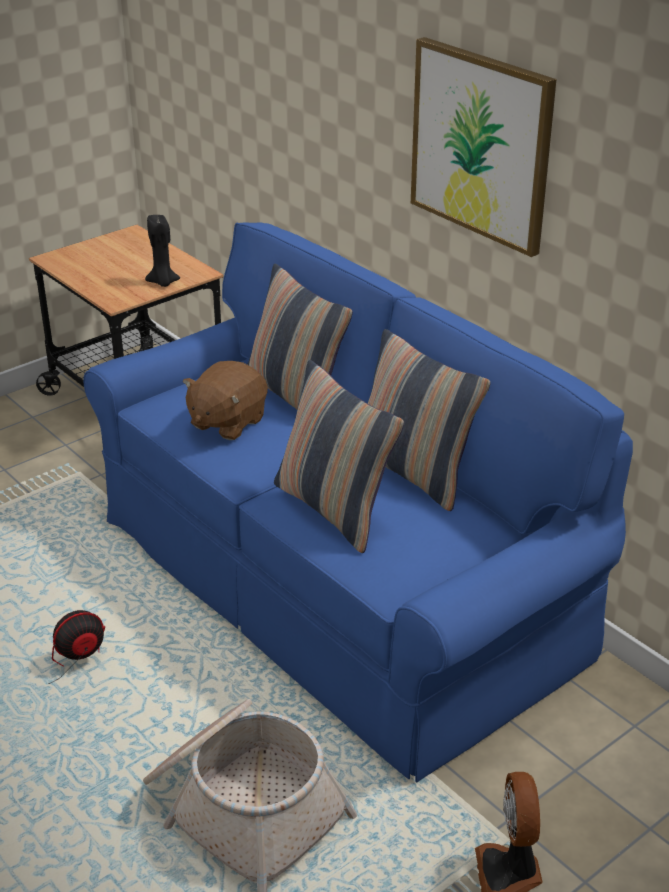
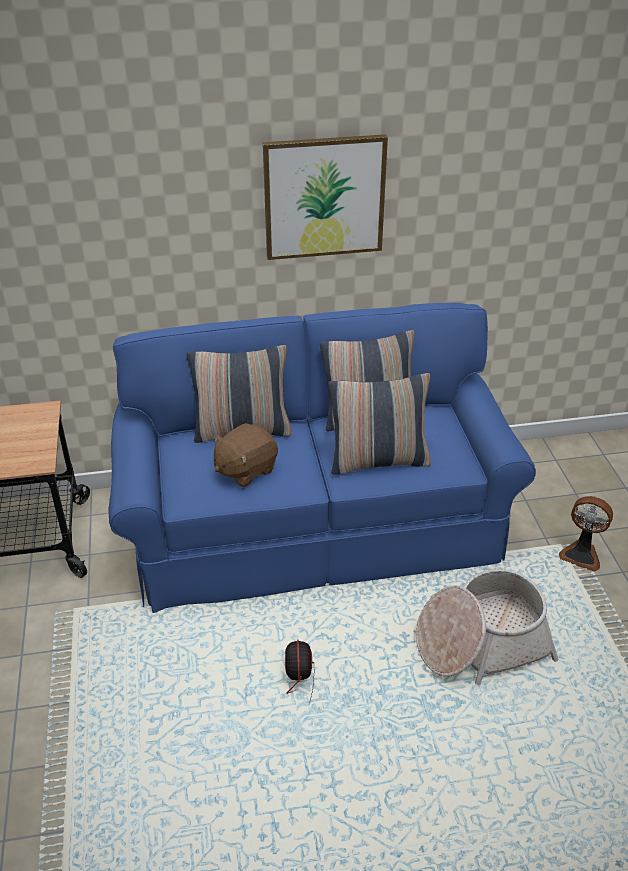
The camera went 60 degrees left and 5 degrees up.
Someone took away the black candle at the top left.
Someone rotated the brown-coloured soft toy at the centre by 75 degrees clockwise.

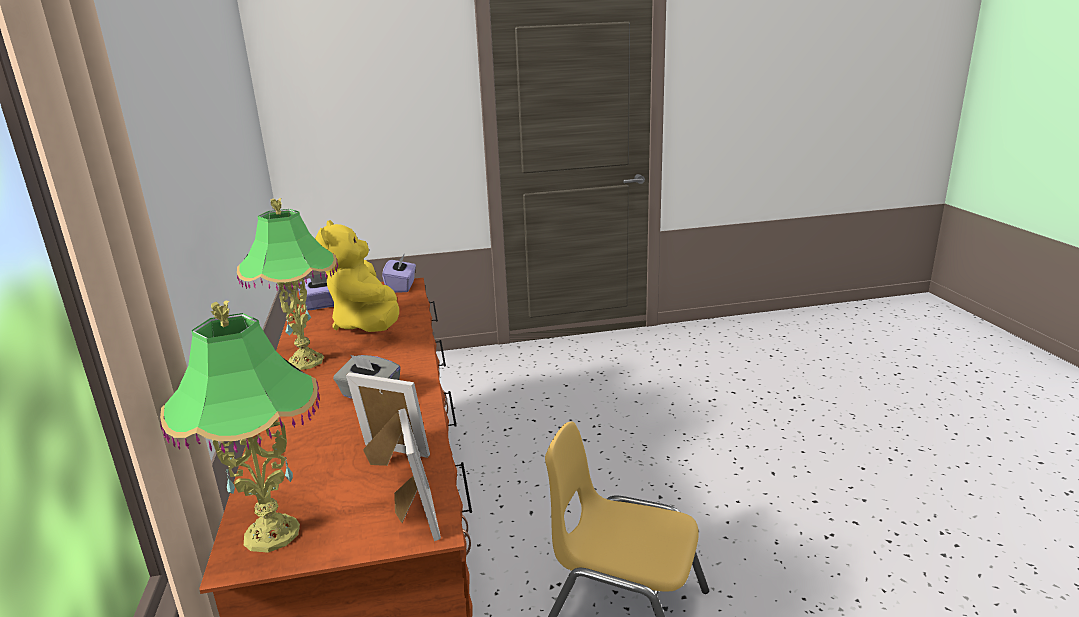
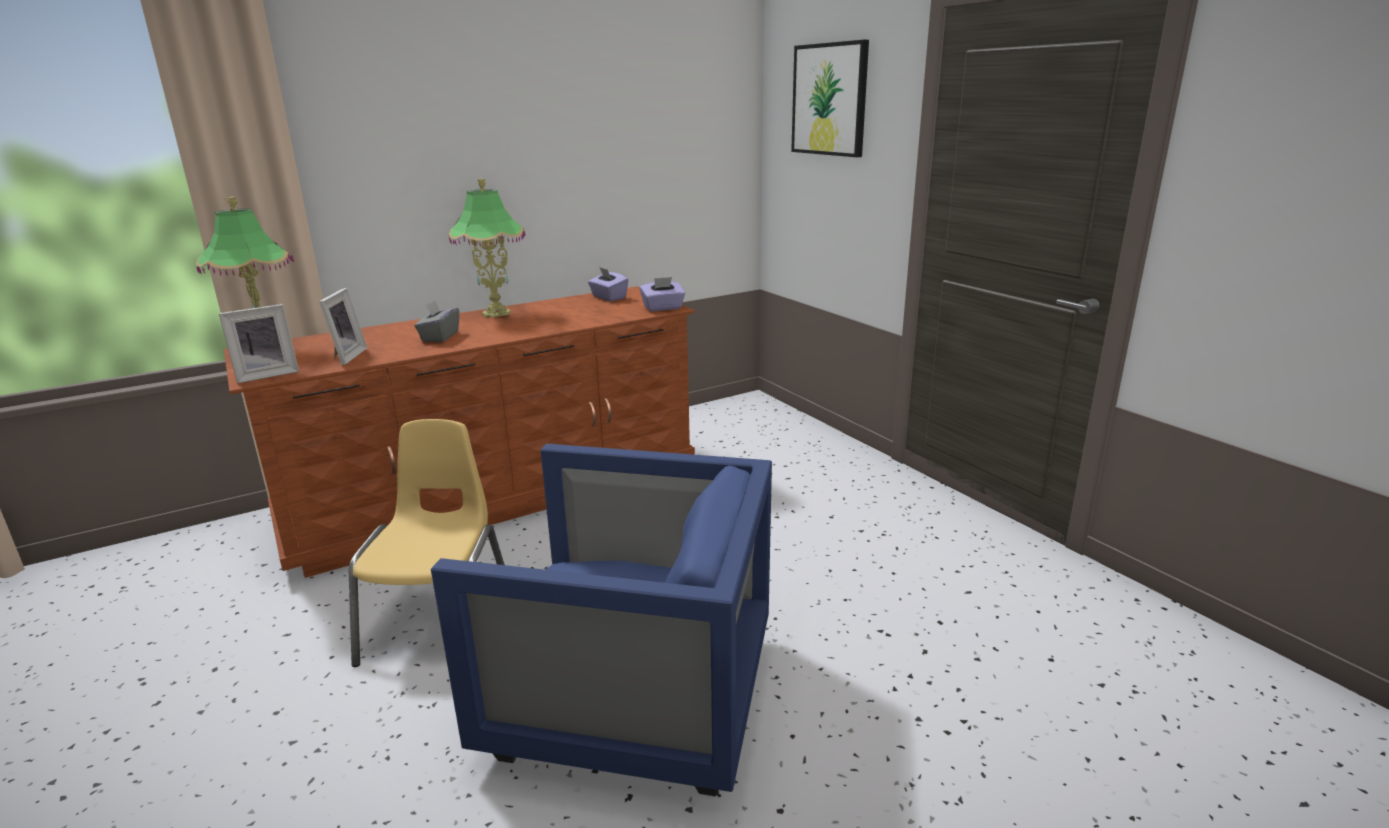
The camera went 70 degrees right and 0 degrees up.
Someone took away the yellowish soft toy at the middle left.
Someone put up the wall picture at the top centre.
Someone put down the bluish easy chair at the bottom centre.

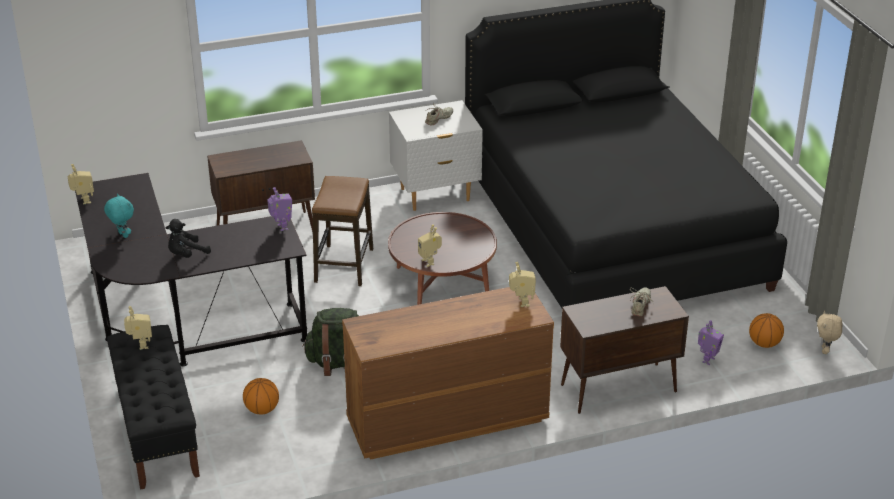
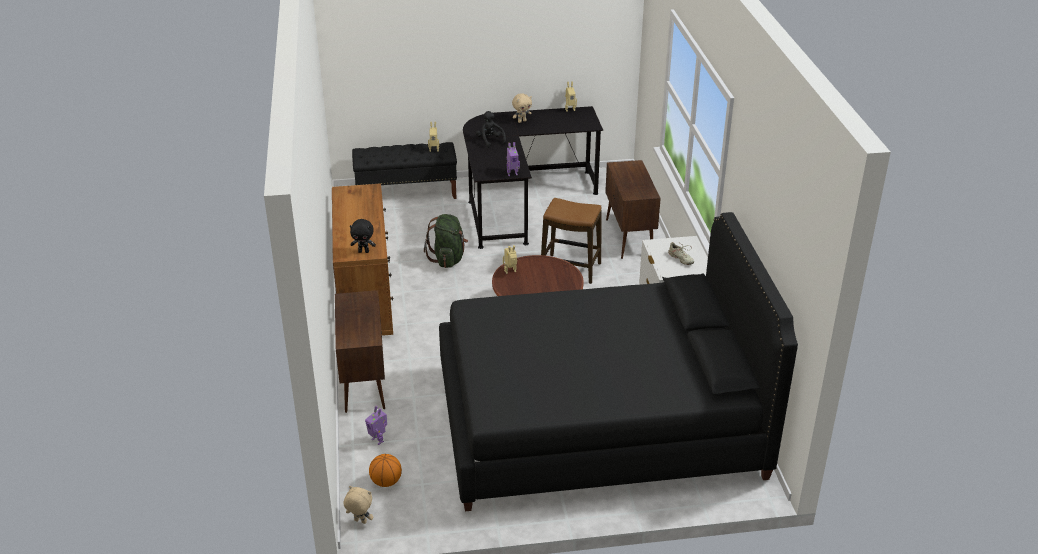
The camera went 100 degrees right and 0 degrees up.
Someone repainted the turquoise-coloured soft toy at the middle left, which became the beige soft toy (no. 2 from left) at the top centre.
Someone swapped the robot figure (no. 5 from left) at the centre for the black soft toy (no. 1 from left) at the centre.
Someone took away the beige item of footwear (no. 2 from left) at the middle right.
Someone took away the ball for basketball (no. 1 from left) at the bottom left.

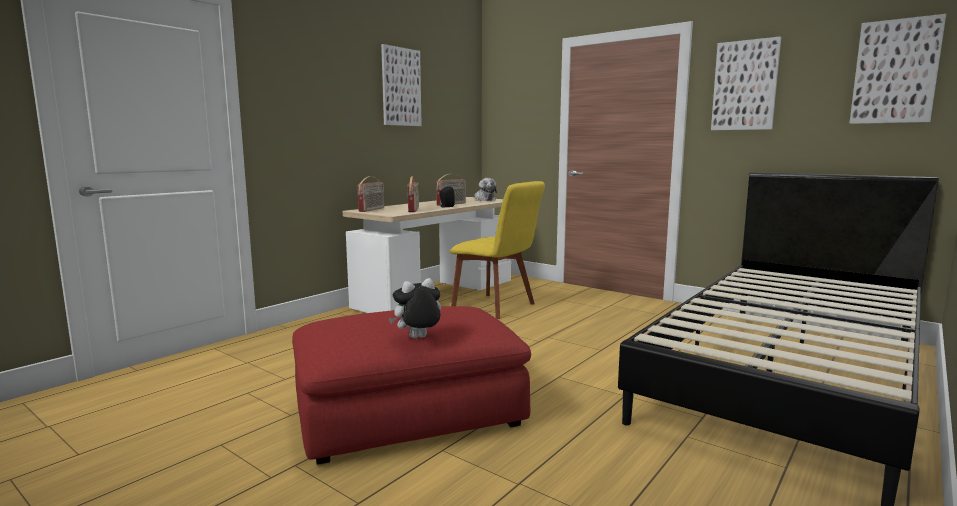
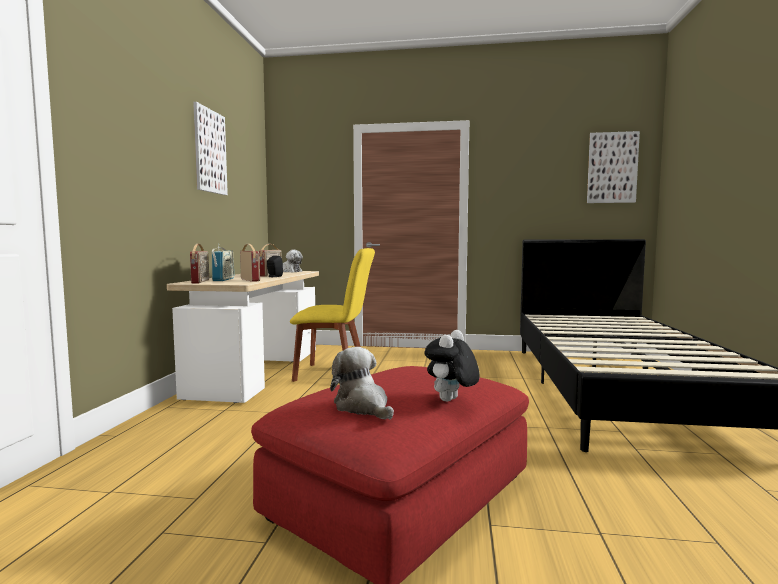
The camera went 30 degrees left and 5 degrees down.
Someone took away the wall picture (no. 2 from left) at the top right.
Someone put down the radio receiver (no. 2 from left) at the middle left.
Someone put down the soft toy (no. 2 from left) at the centre.

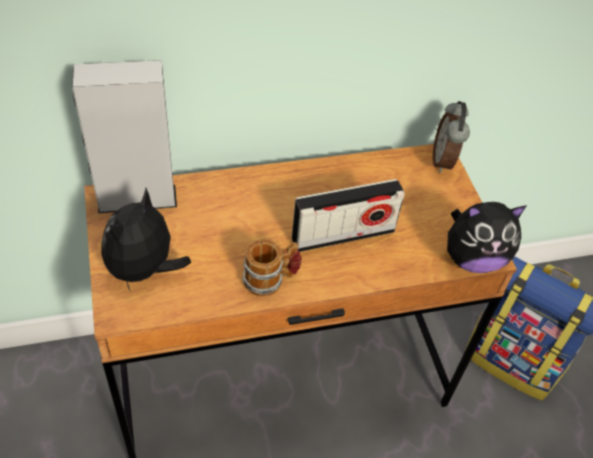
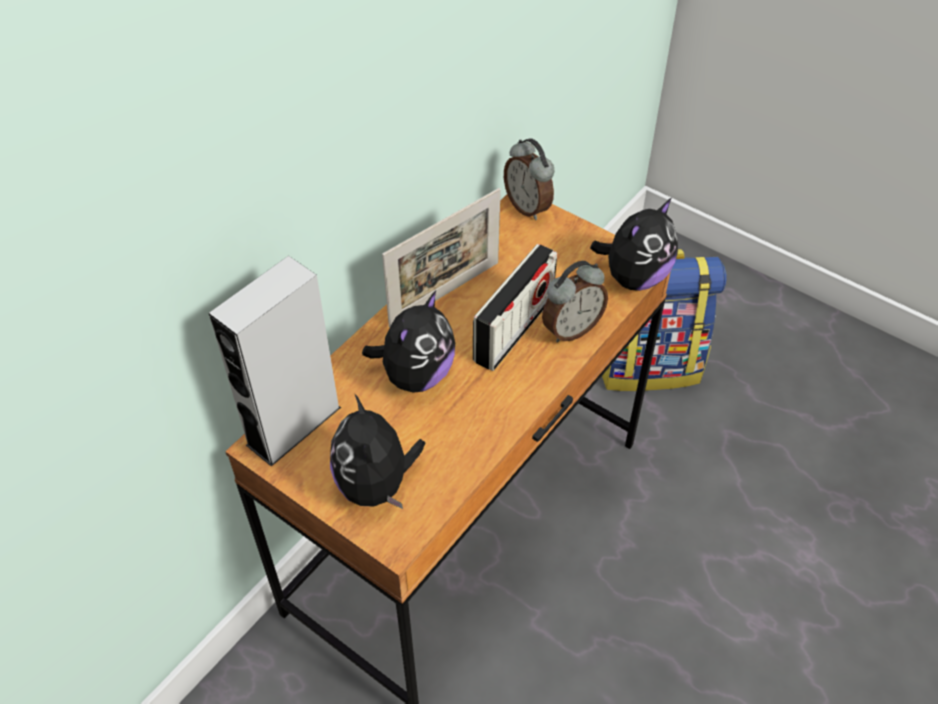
The camera went 35 degrees left and 0 degrees up.
Someone took away the mug at the centre.
Someone put down the photo frame at the centre.
Someone put down the table clock (no. 2 from left) at the centre.
Someone put down the soft toy (no. 2 from left) at the centre.

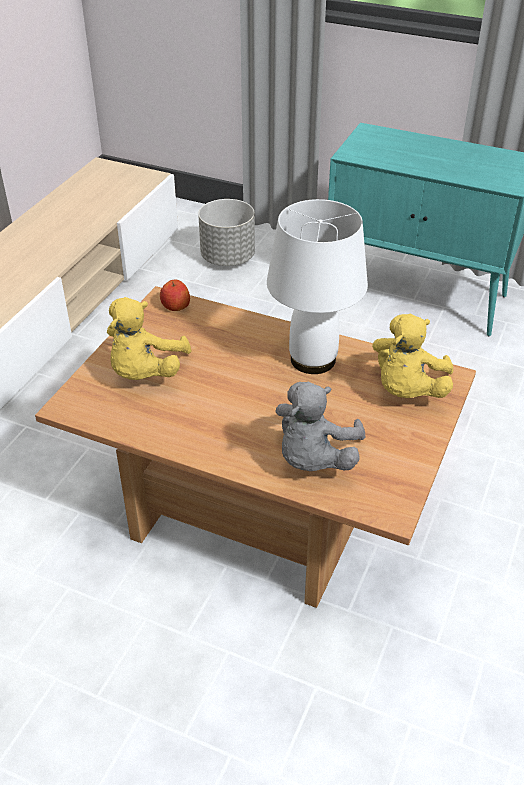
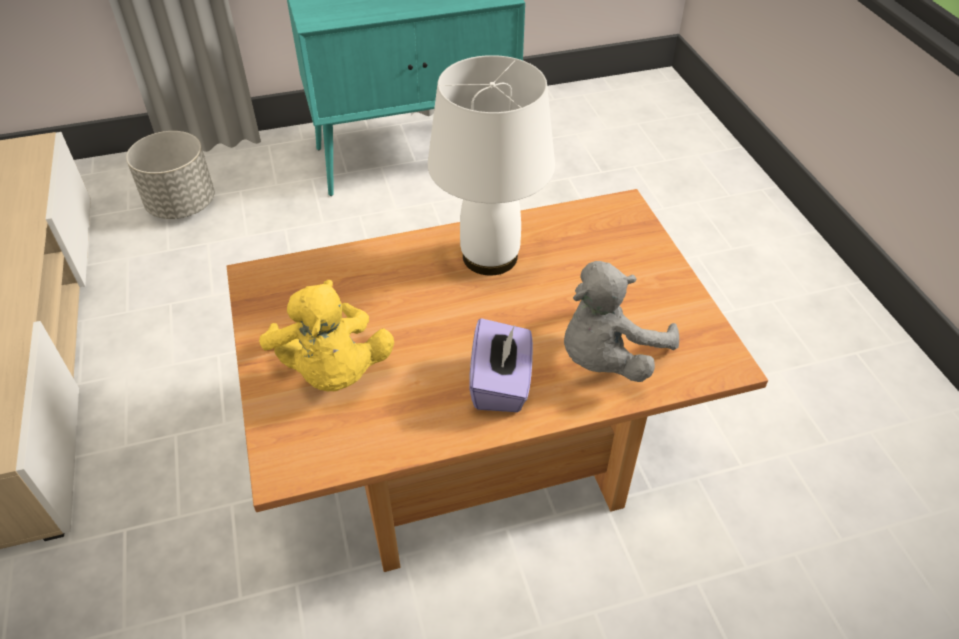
The camera went 40 degrees left and 5 degrees up.
Someone took away the whole apple at the centre.
Someone took away the yellowish soft toy (no. 2 from left) at the middle right.
Someone rotated the greyish soft toy at the centre by 60 degrees clockwise.
Someone put down the purple-coloured tissue box at the centre.

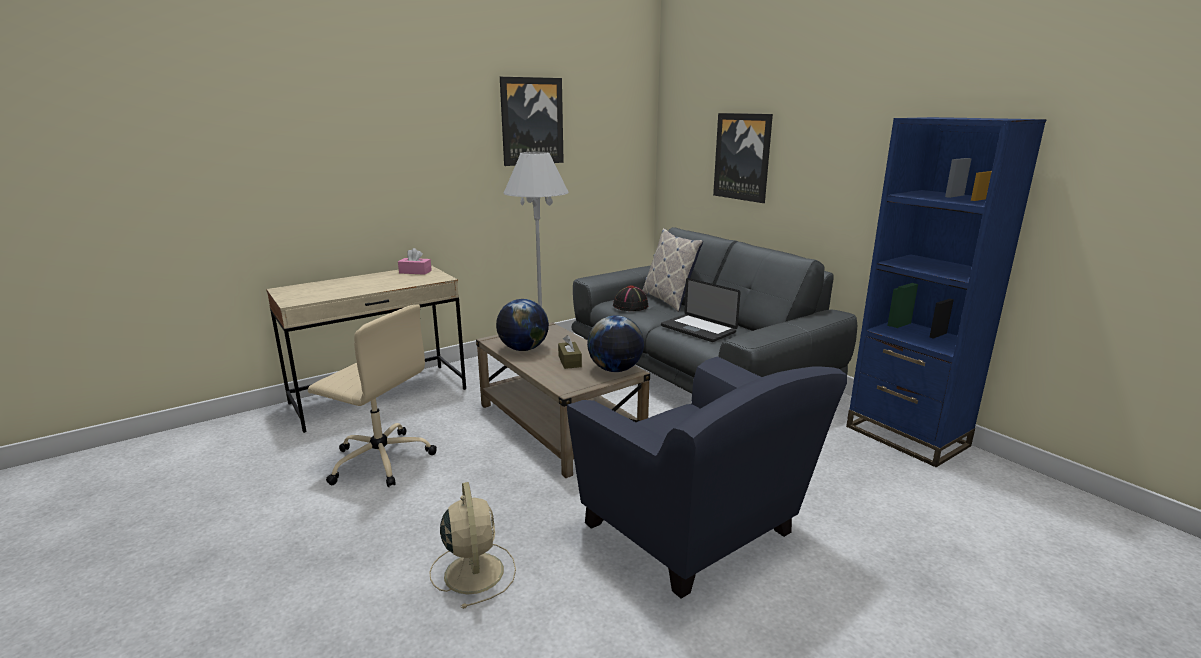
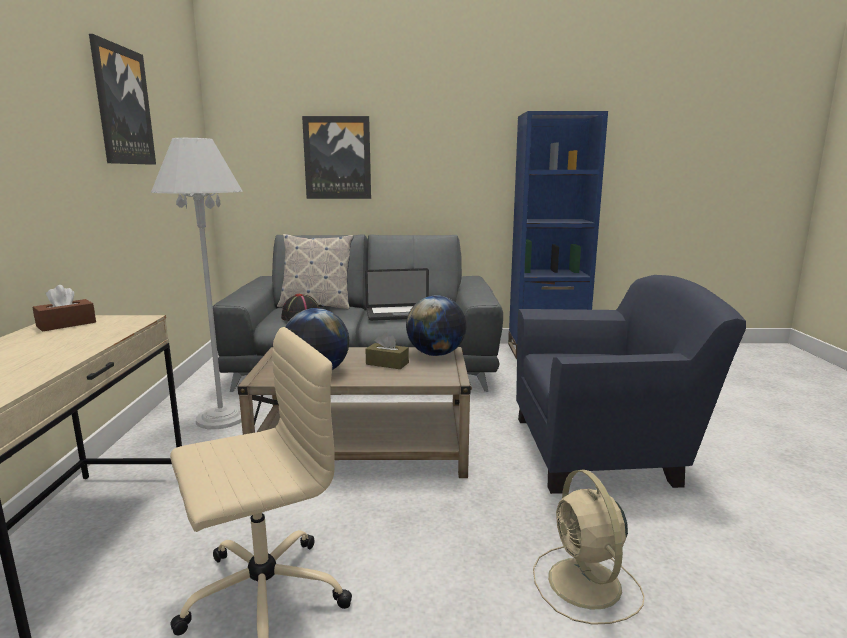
The camera went 55 degrees left and 5 degrees down.
Someone repainted the pink tissue box at the centre, which became the brown-coloured tissue box (no. 1 from left) at the middle left.
Someone rotated the beige electric fan at the bottom centre by 120 degrees counterclockwise.

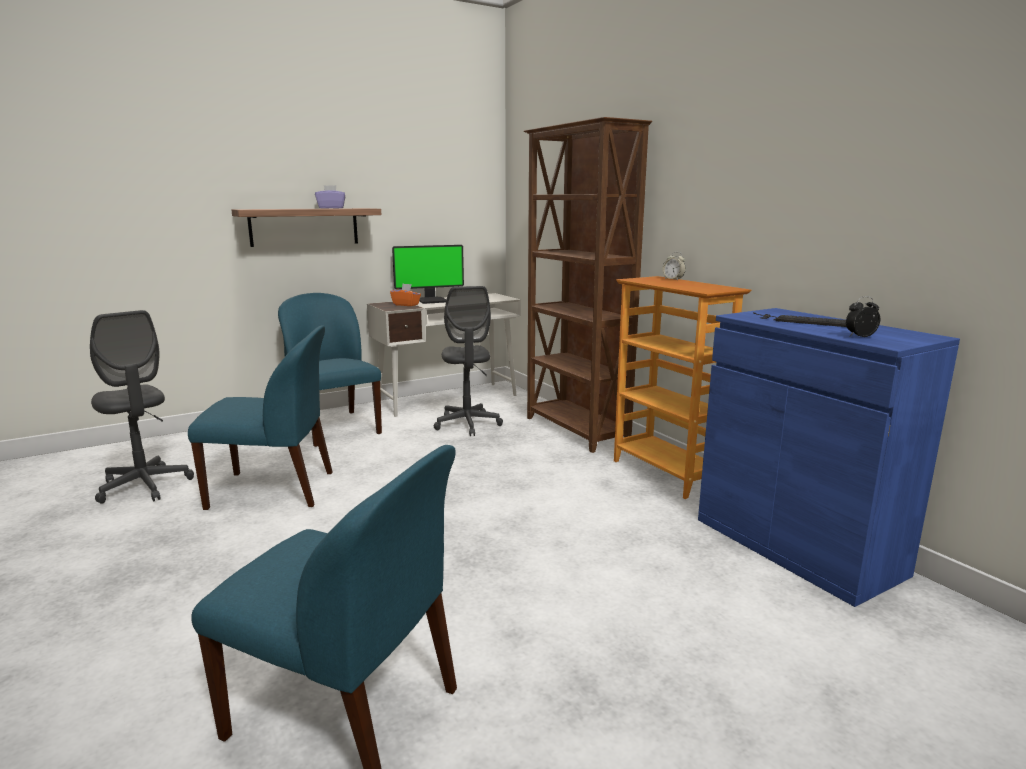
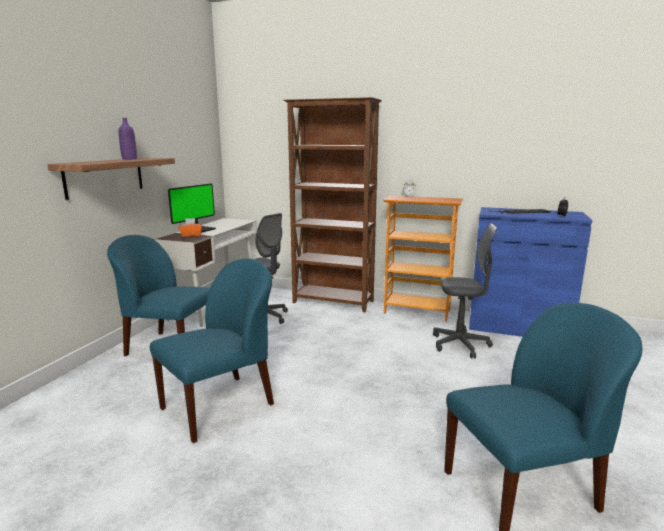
The camera went 40 degrees left and 0 degrees up.
Someone swapped the purple-coloured tissue box at the top left for the purple-coloured drink bottle at the top left.
Someone carried the greyish office chair (no. 1 from left in the first image) from the middle left to the middle right.

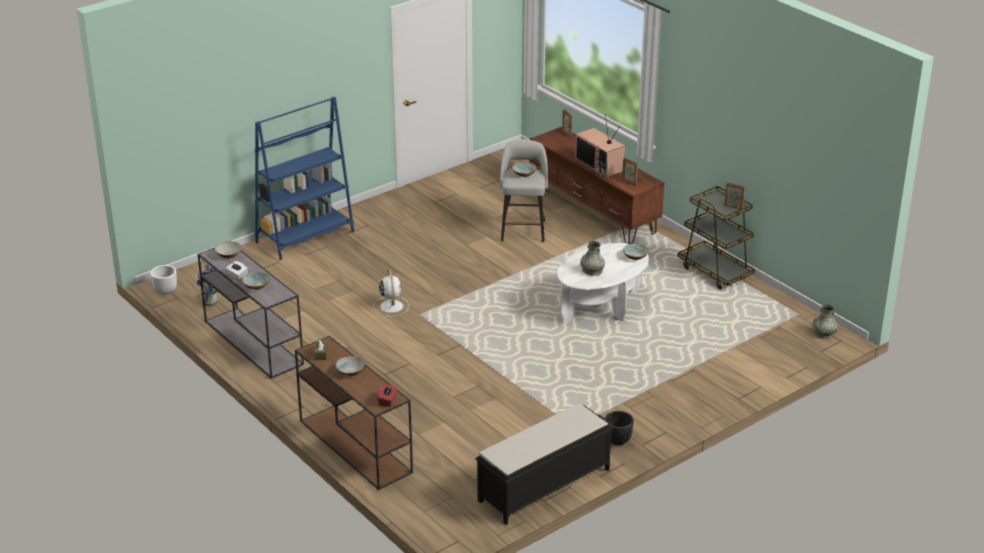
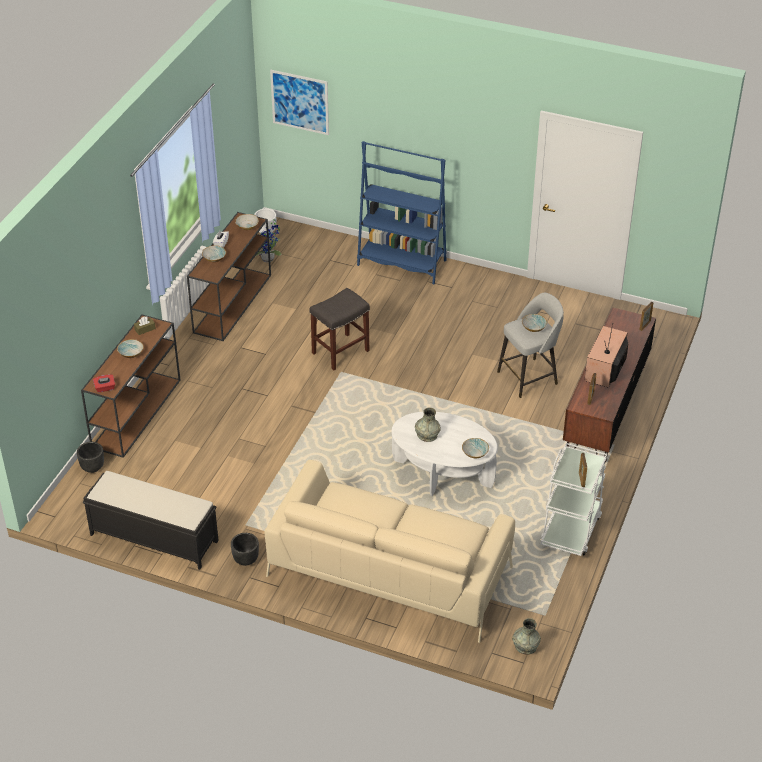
The camera went 60 degrees right and 10 degrees up.
Someone repainted the brown-coloured wheeled cart at the middle right, which became the whitish wheeled cart at the middle right.
Someone repainted the greyish console table at the middle left, which became the brown-coloured console table (no. 2 from left) at the middle left.
Someone swapped the whitish electric fan at the centre for the greyish sitting stool (no. 1 from left) at the centre.
Someone put up the wall picture at the top centre.
Someone put down the black planter (no. 1 from left) at the middle left.
Someone put down the beige settee at the bottom centre.

